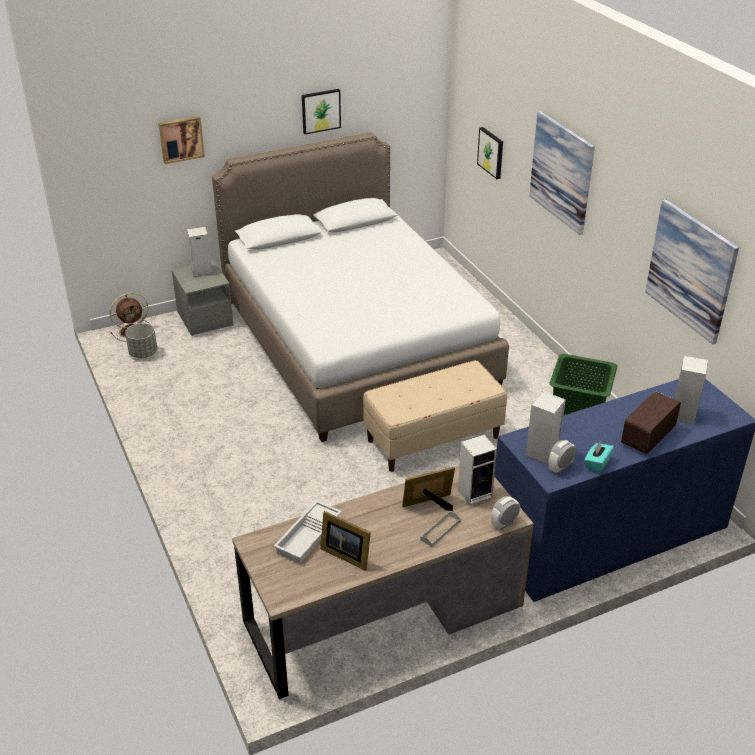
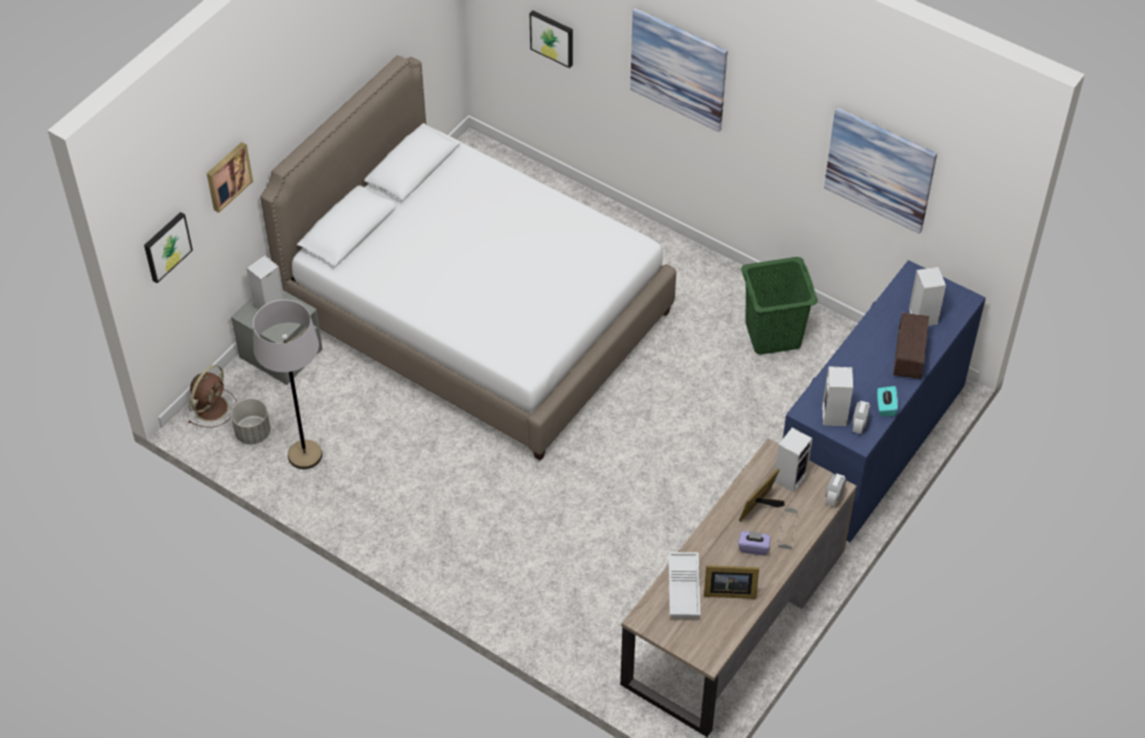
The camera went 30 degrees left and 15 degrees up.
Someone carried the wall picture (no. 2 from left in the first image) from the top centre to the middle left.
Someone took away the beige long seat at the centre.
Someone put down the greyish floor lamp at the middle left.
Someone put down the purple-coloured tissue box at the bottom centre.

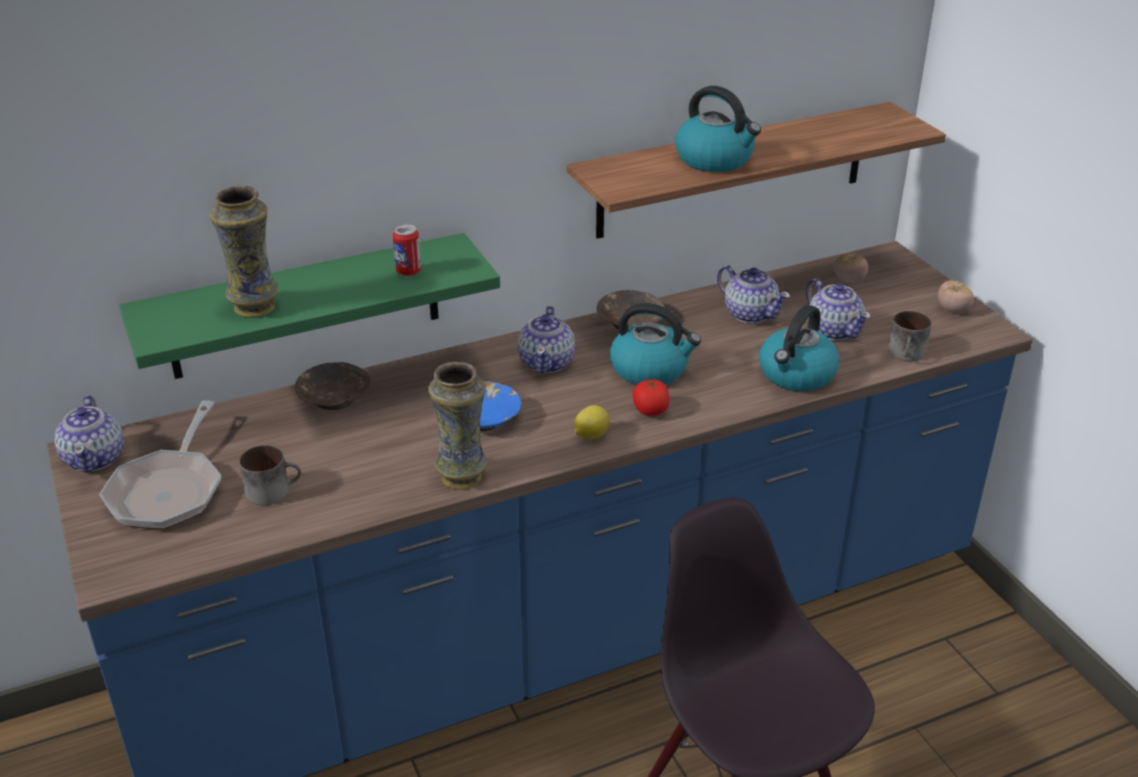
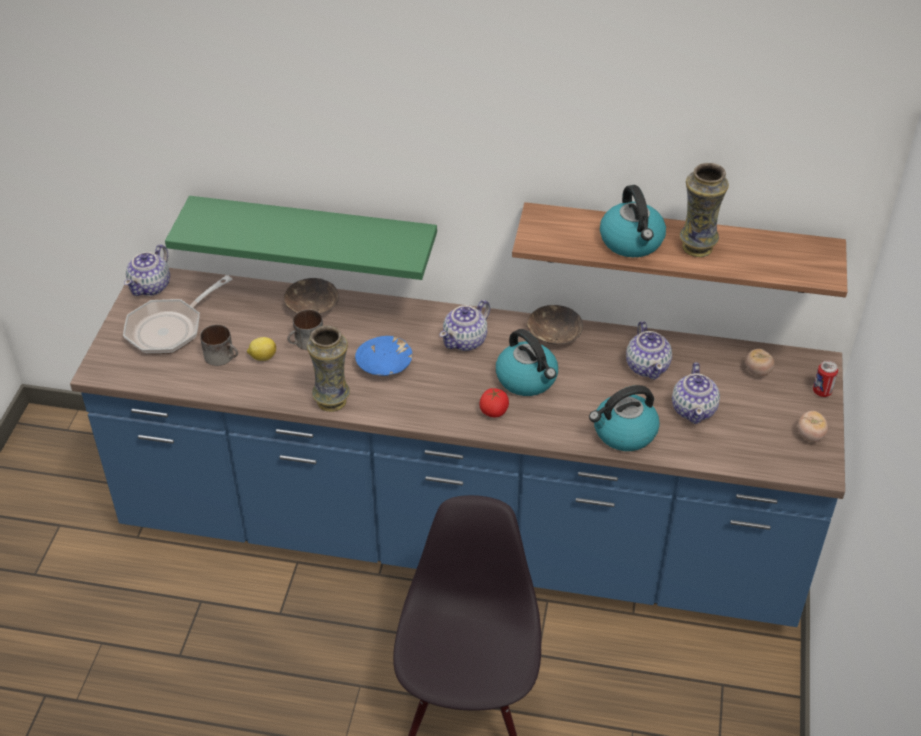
The camera went 35 degrees right and 10 degrees up.
Someone carried the vase (no. 1 from left in the first image) from the top left to the top right.
Someone carried the can from the top centre to the middle right.
Someone carried the mug (no. 2 from left) from the middle right to the middle left.
Someone carried the whole lemon from the centre to the middle left.

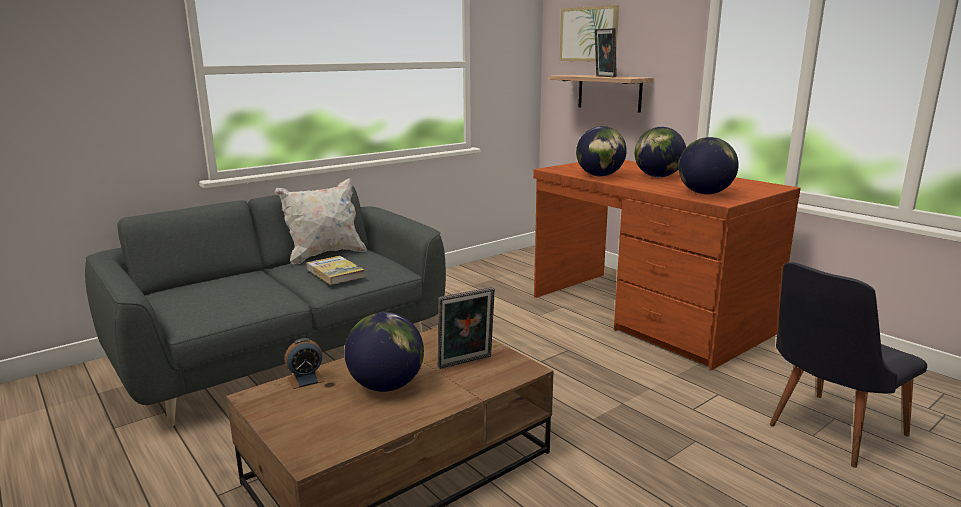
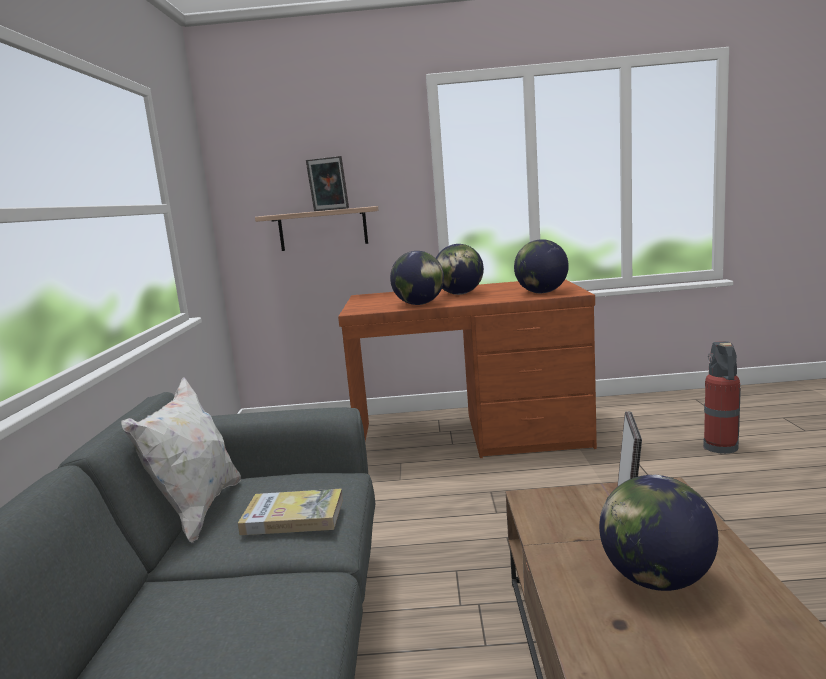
The camera went 50 degrees left and 5 degrees down.
Someone took away the wall picture at the top centre.
Someone swapped the black upright chair at the bottom right for the extinguisher at the middle right.
Someone took away the table clock at the bottom left.

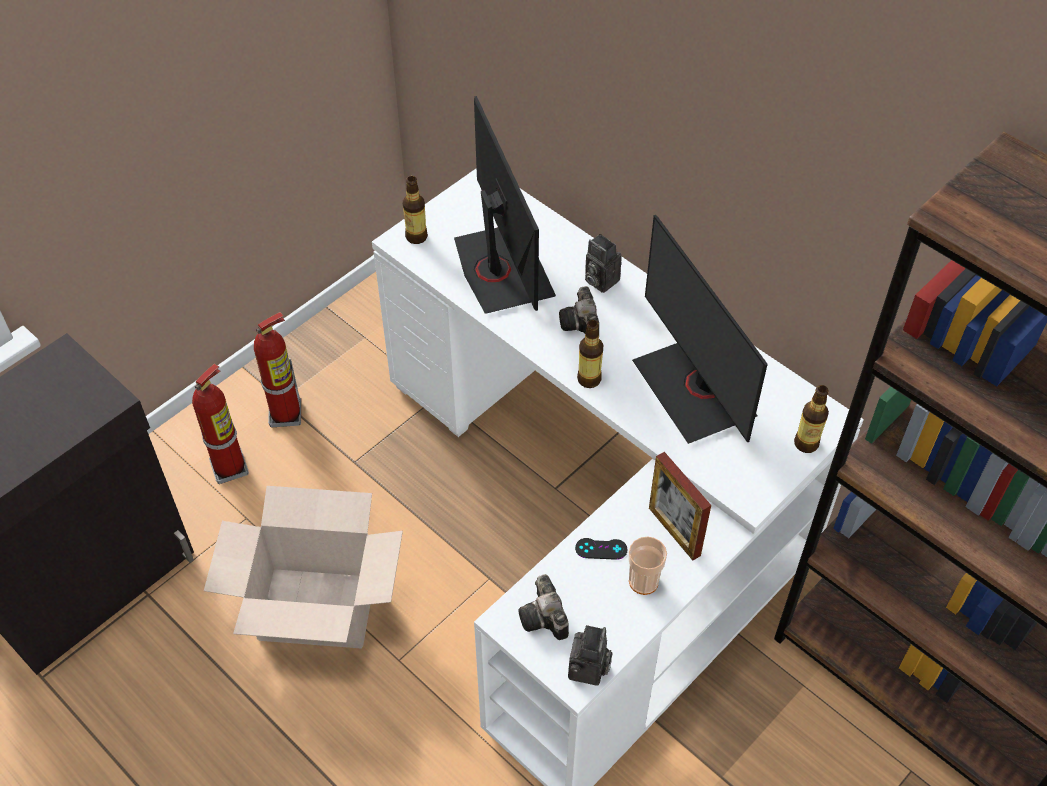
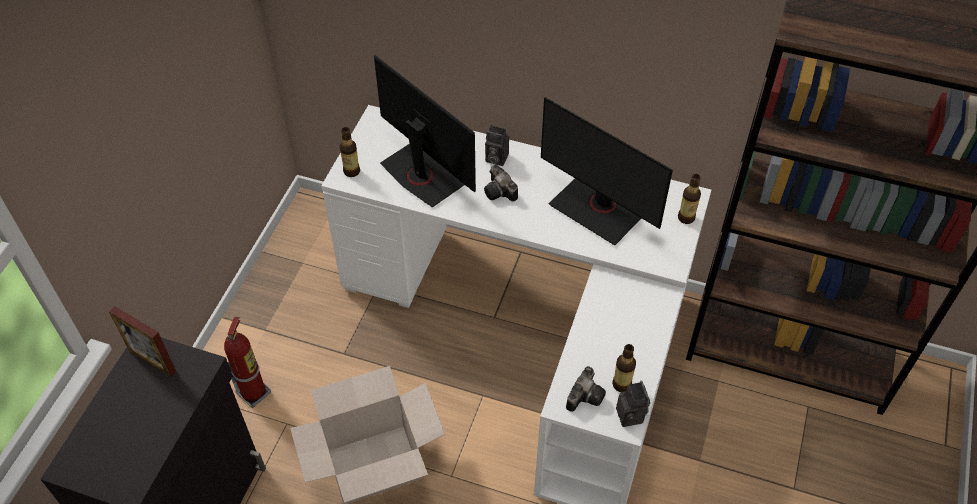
The camera went 25 degrees left and 0 degrees up.
Someone took away the extinguisher (no. 2 from left) at the middle left.
Someone carried the drink bottle (no. 2 from left) from the centre to the bottom centre.
Someone carried the photo frame from the centre to the bottom left.
Someone took away the cup at the bottom centre.
Someone took away the black gamepad at the bottom centre.
Someone rotated the photo camera (no. 1 from left in the first image) at the bottom centre by 105 degrees counterclockwise.

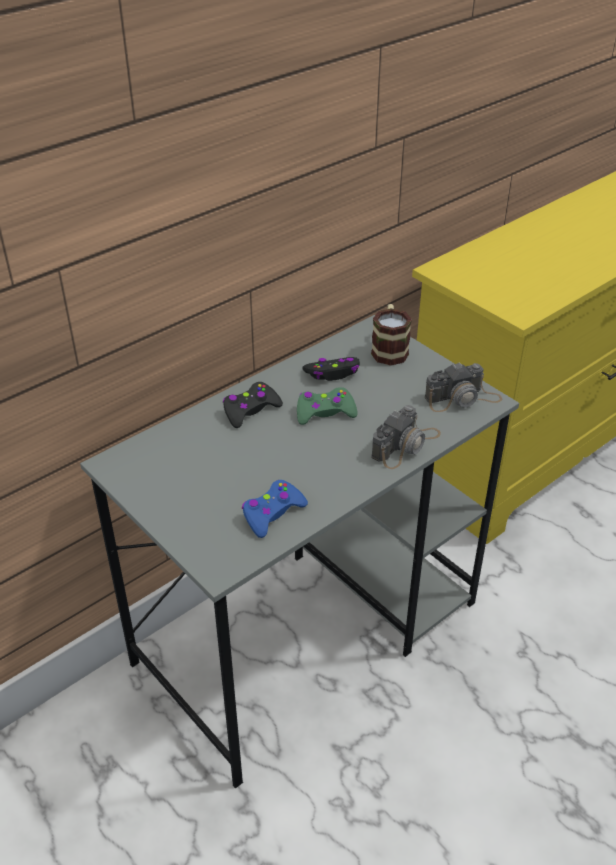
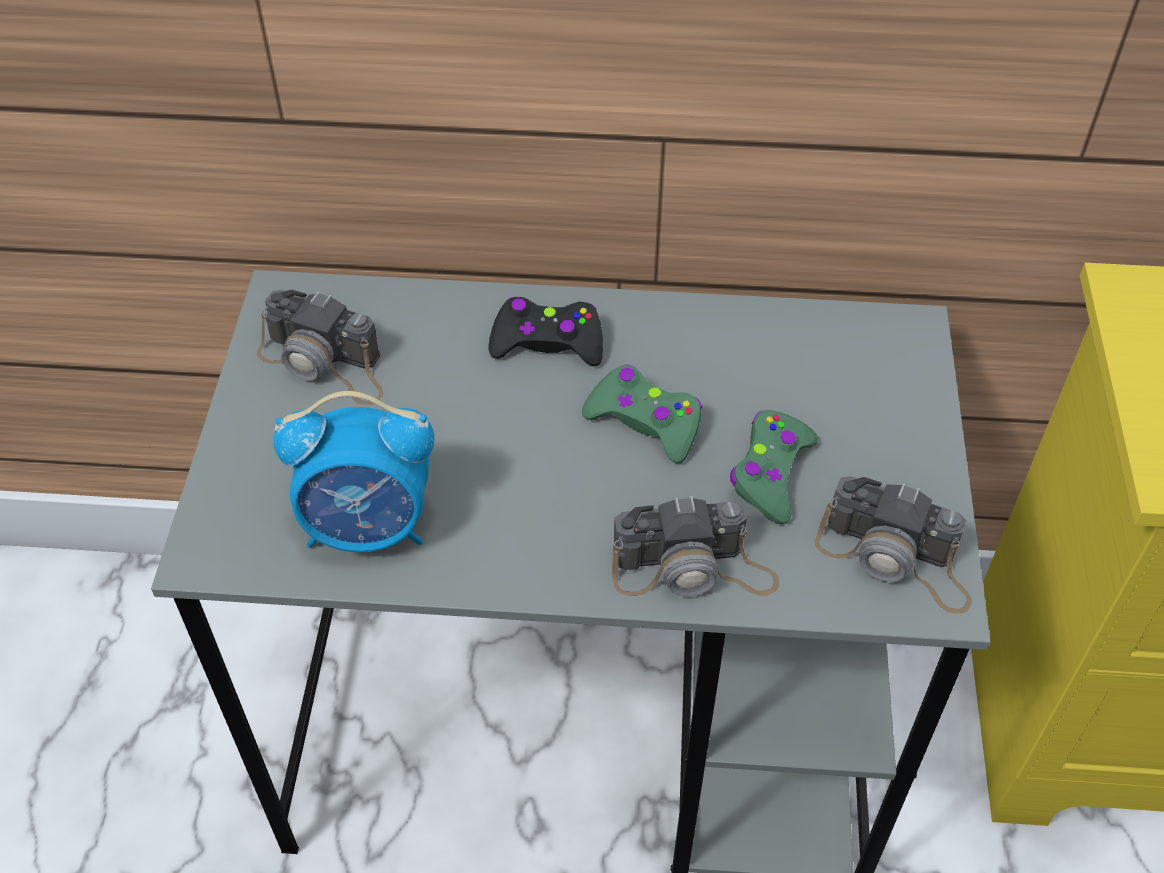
The camera went 45 degrees right and 10 degrees up.
Someone took away the mug at the centre.
Someone took away the black gamepad (no. 2 from left) at the centre.
Someone swapped the bluish gamepad at the centre for the table clock at the middle left.
Someone put down the photo camera (no. 1 from left) at the middle left.
Someone put down the greenish gamepad (no. 2 from left) at the centre.

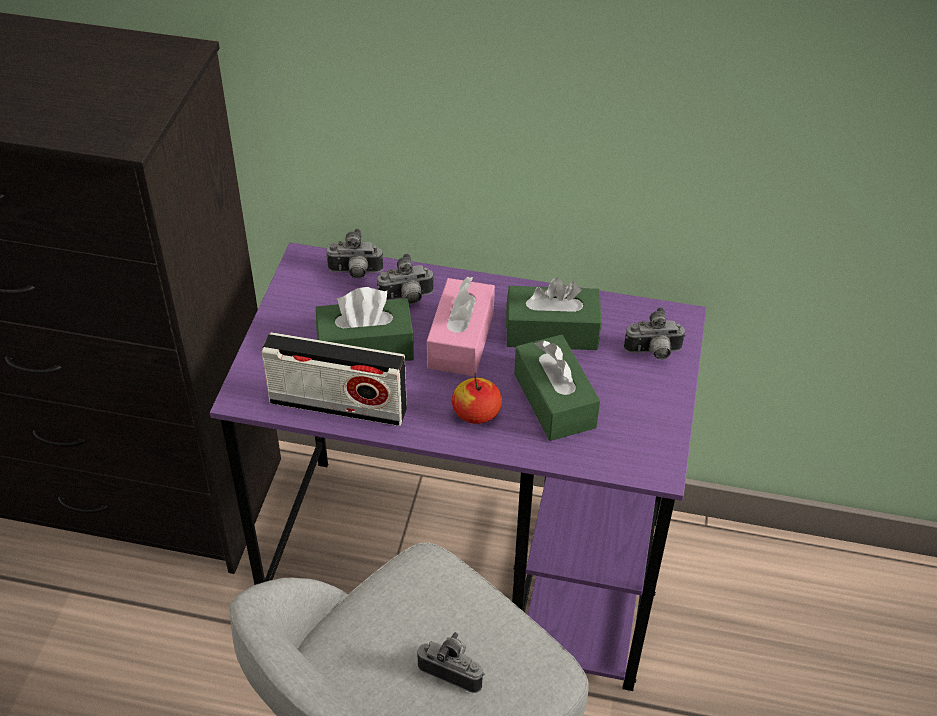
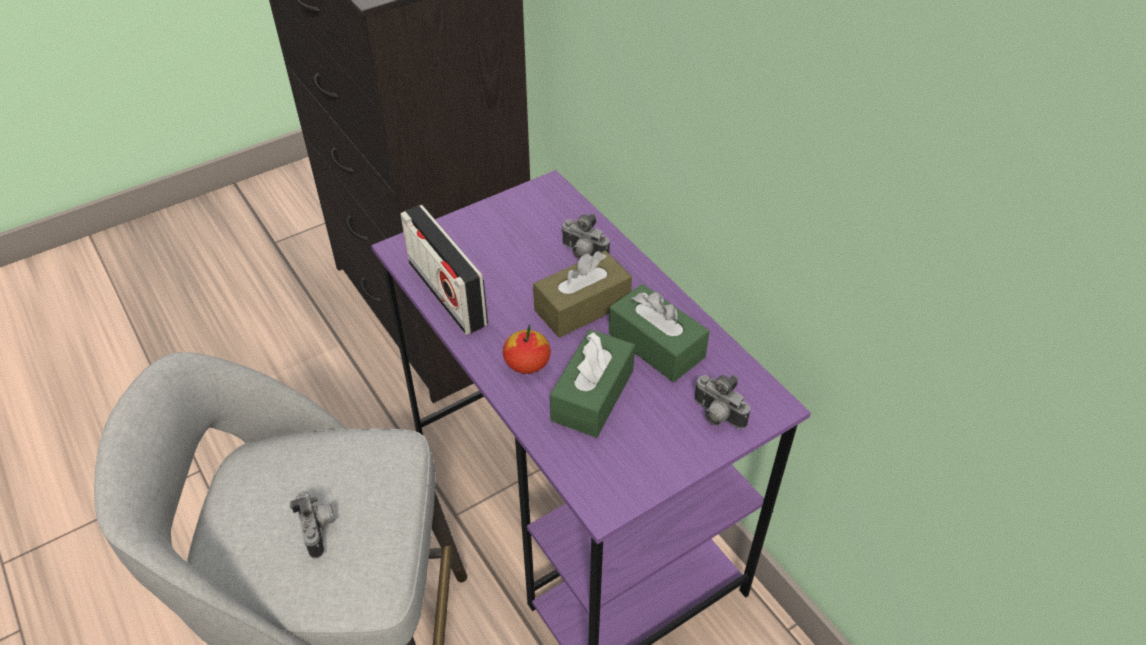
The camera went 45 degrees right and 0 degrees up.
Someone took away the photo camera (no. 1 from left) at the centre.
Someone repainted the pink tissue box at the centre, which became the brown-coloured tissue box at the centre.
Someone took away the greenish tissue box (no. 1 from left) at the centre.

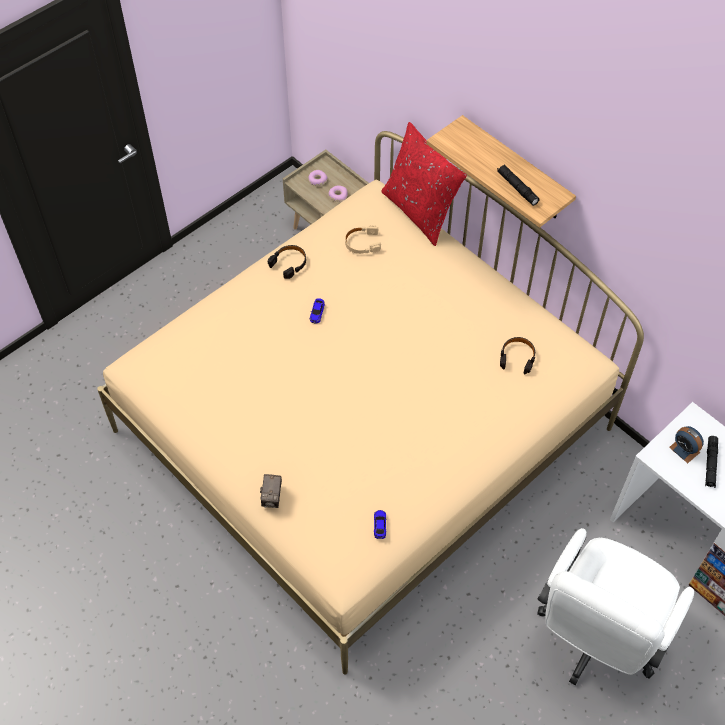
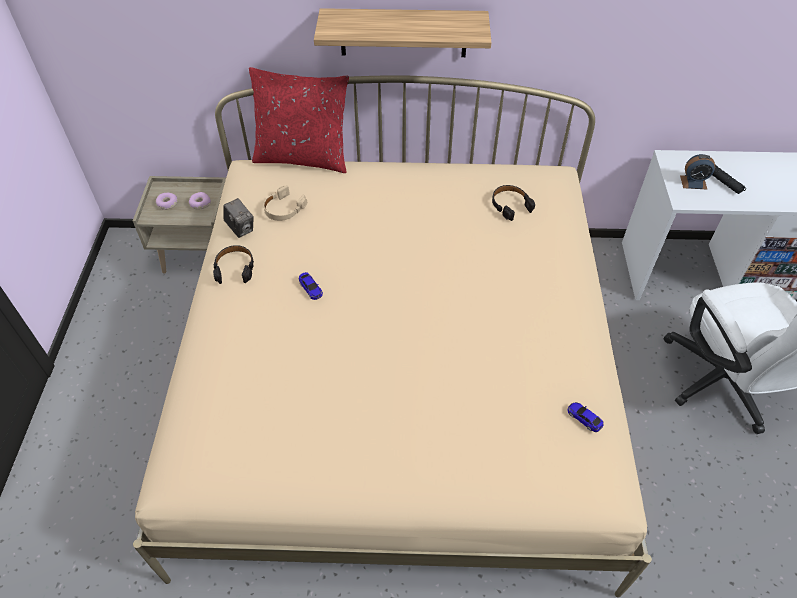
The camera went 45 degrees left and 5 degrees down.
Someone took away the black torch (no. 1 from left) at the top right.
Someone carried the photo camera from the bottom centre to the middle left.

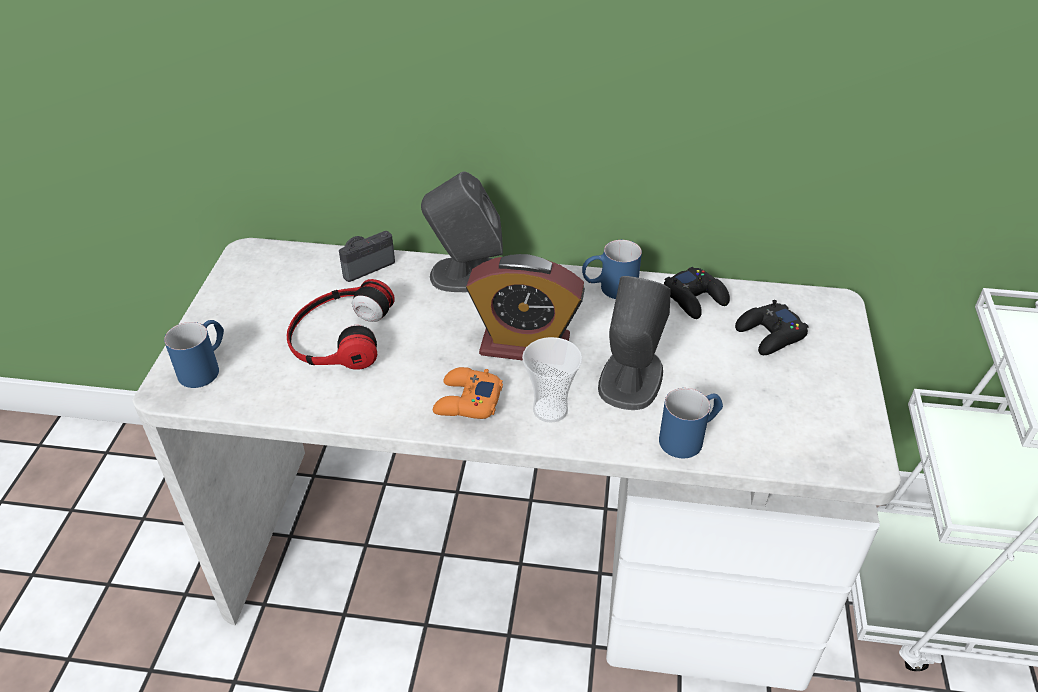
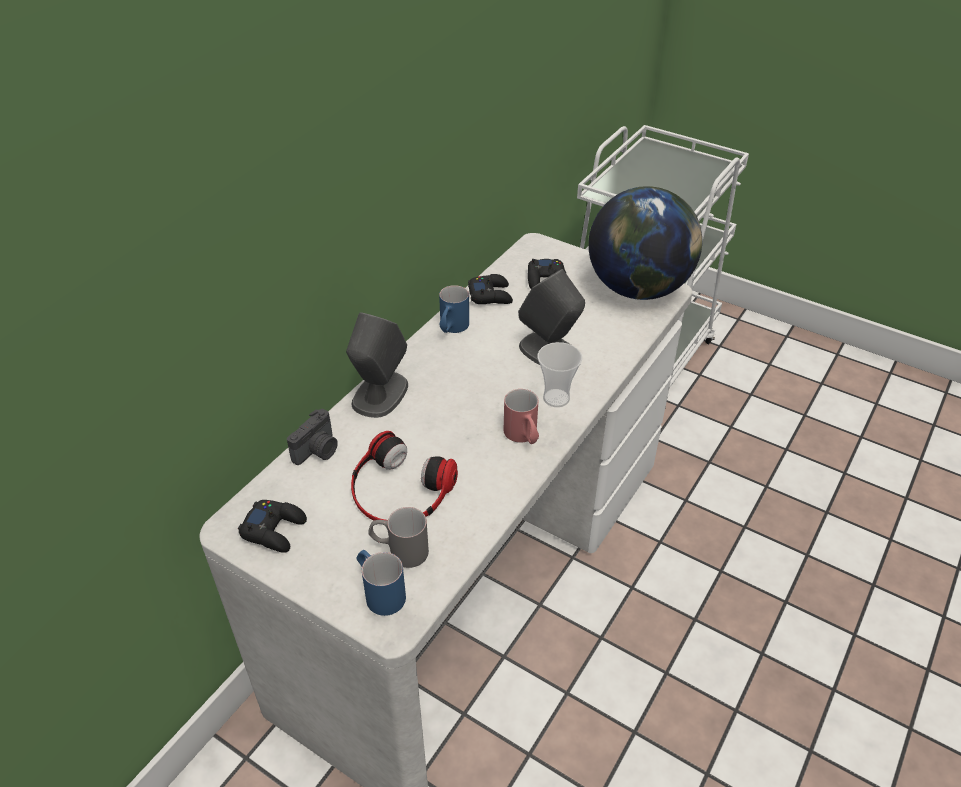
The camera went 65 degrees left and 0 degrees up.
Someone rotated the photo camera at the centre by 135 degrees counterclockwise.
Someone took away the table clock at the centre.
Someone swapped the orangey gamepad at the centre for the red-coloured mug at the centre.
Someone took away the bluish mug (no. 3 from left) at the centre.
Someone put down the world globe at the top right.
Someone put down the black gamepad (no. 1 from left) at the bottom left.
Someone put down the greyish mug at the bottom centre.

